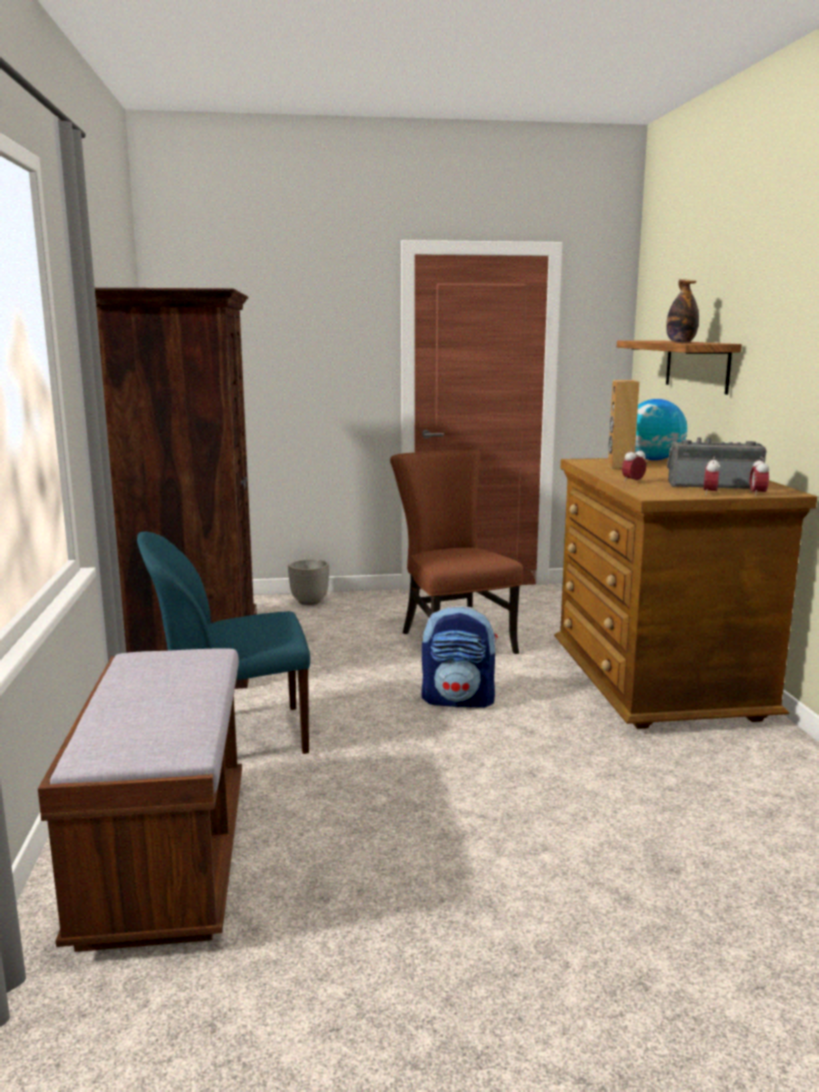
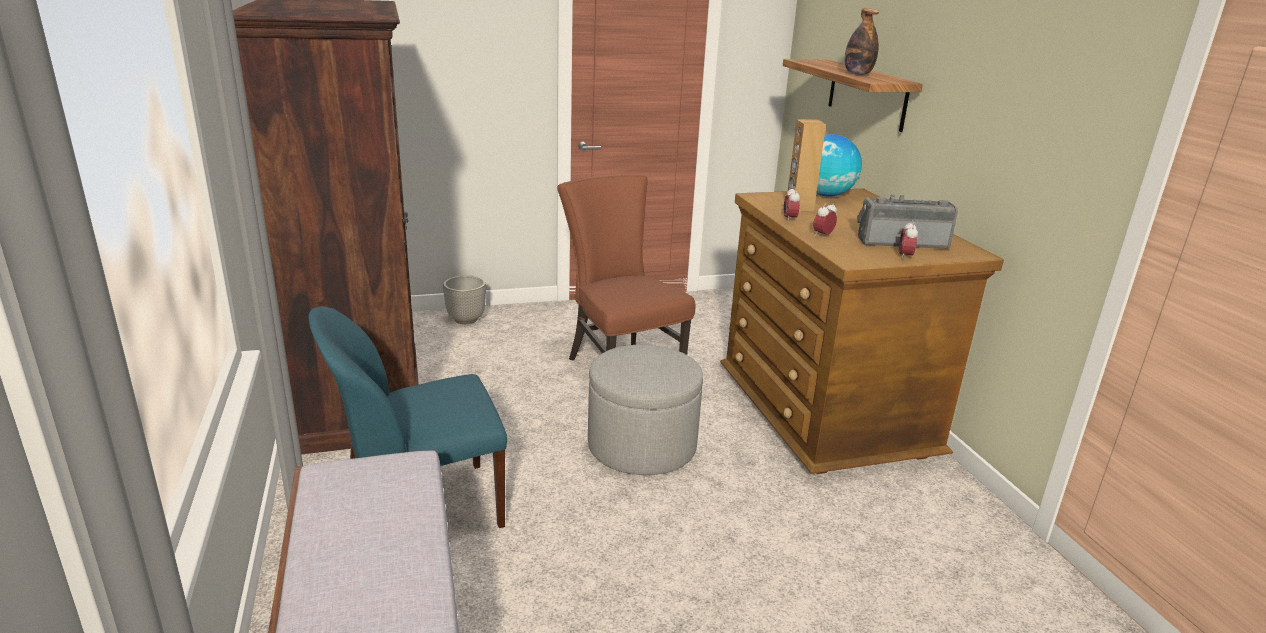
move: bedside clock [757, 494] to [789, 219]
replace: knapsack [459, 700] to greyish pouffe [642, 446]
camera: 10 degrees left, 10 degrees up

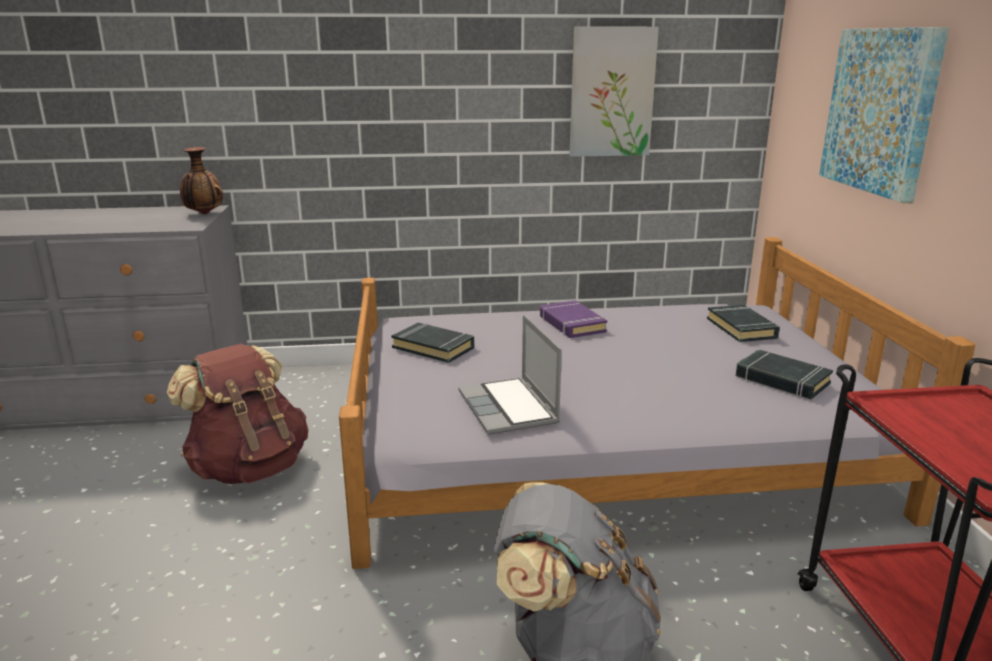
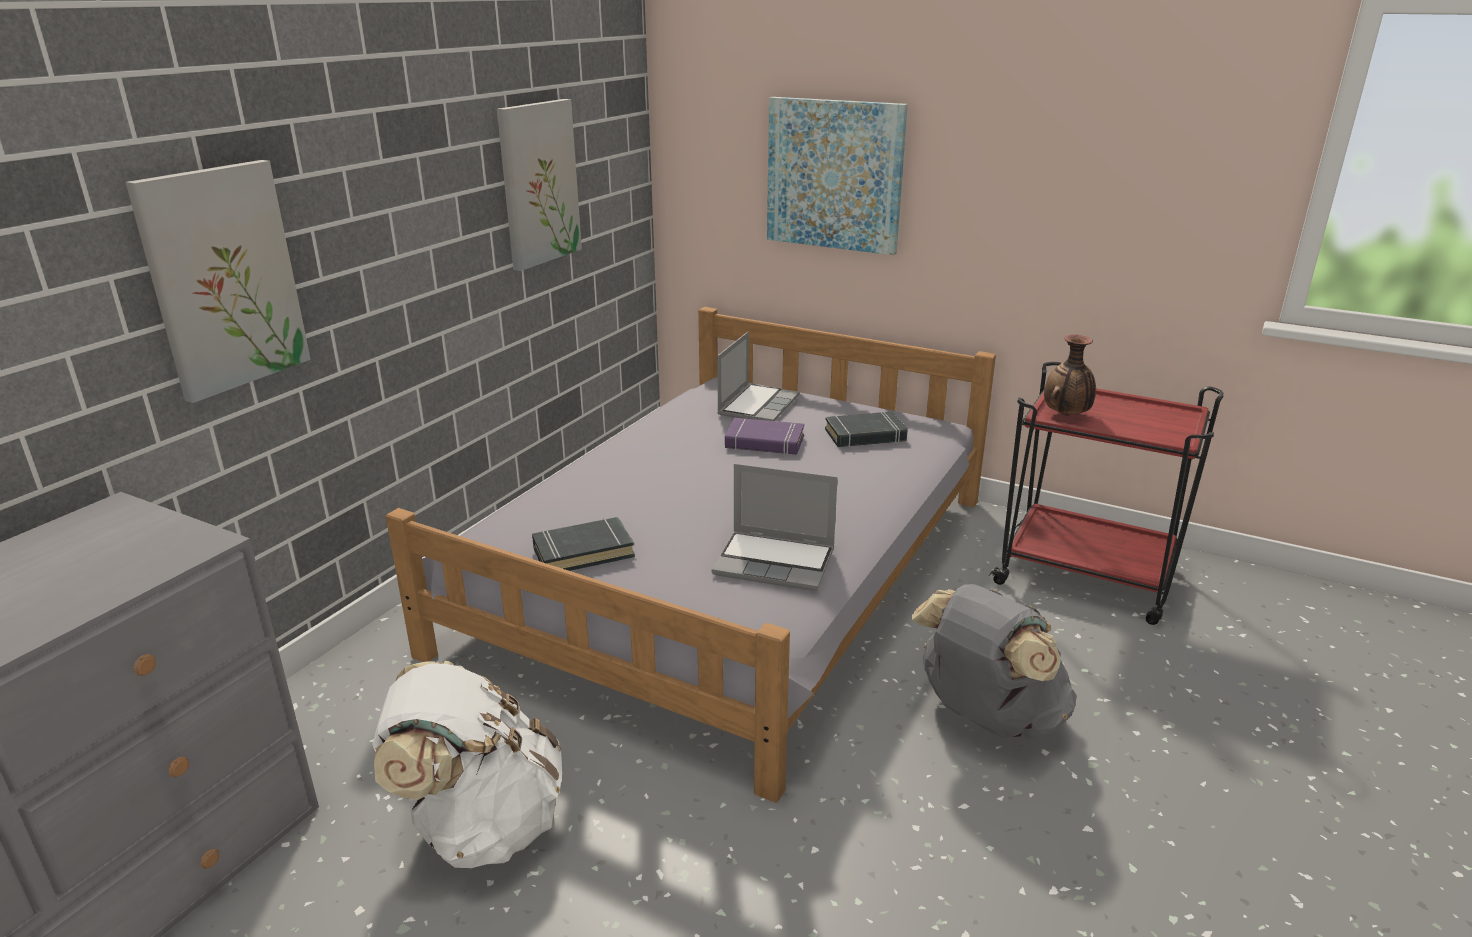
insert: wall art [223, 279]
move: decorative vase [204, 214] to [1066, 415]; purple volume [571, 324] to [764, 442]
replace: black-coloured volume [741, 328] to laptop [757, 405]
recolor: brown-coloured knapsack [249, 467] to white knapsack [481, 824]
camera: 55 degrees left, 5 degrees up

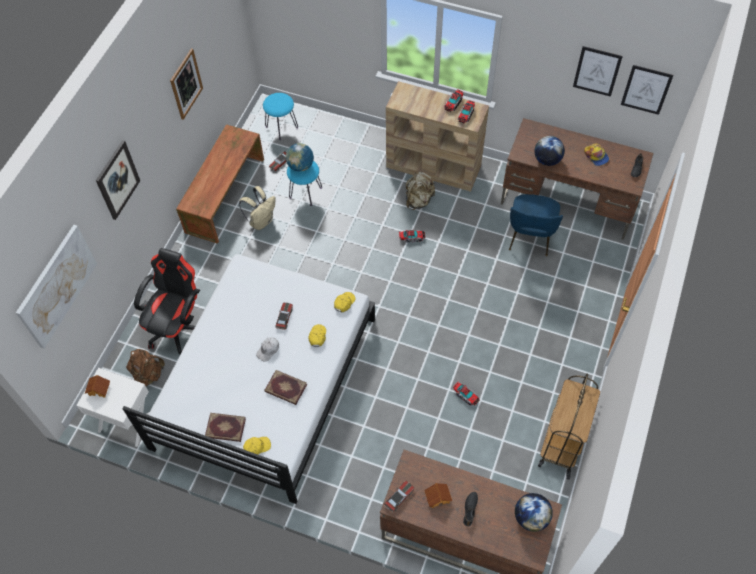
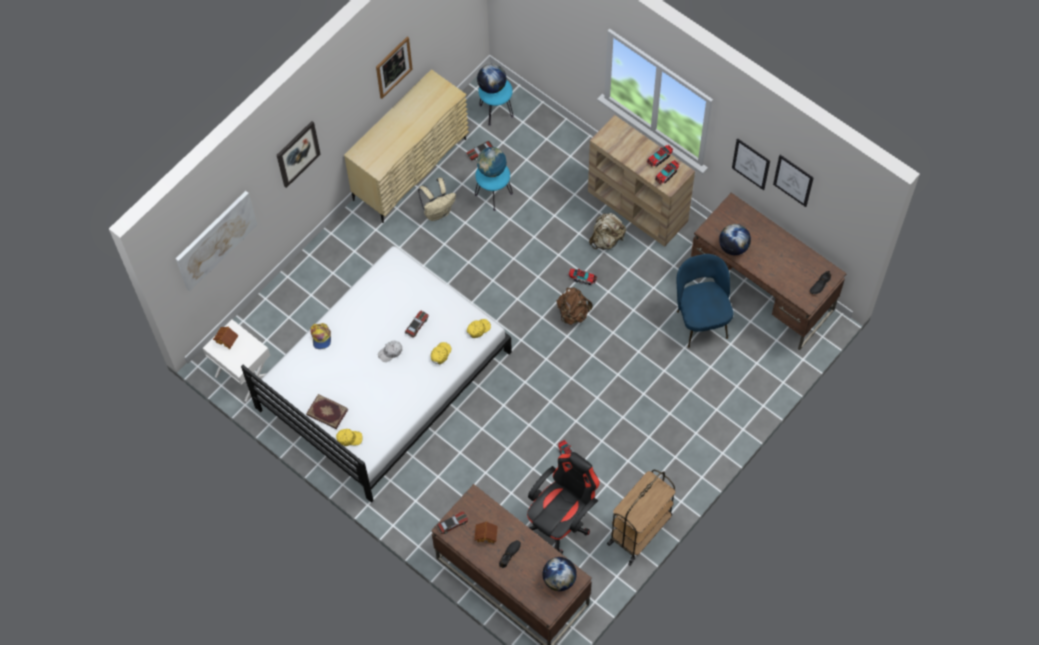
delete: volume [285, 389]
insert: desk globe [492, 86]
move: brown-coloured knapsack [148, 374] to [573, 313]; black-coloured office chair [178, 327] to [561, 520]; cap [596, 156] to [321, 337]; wall art [646, 89] to [751, 164]
replace: brown-coloured long seat [224, 194] to beige chest of drawers [411, 170]
rotate: bluish plain chair [529, 241] = [701, 320] 135 degrees clockwise
camera: 20 degrees right, 5 degrees up

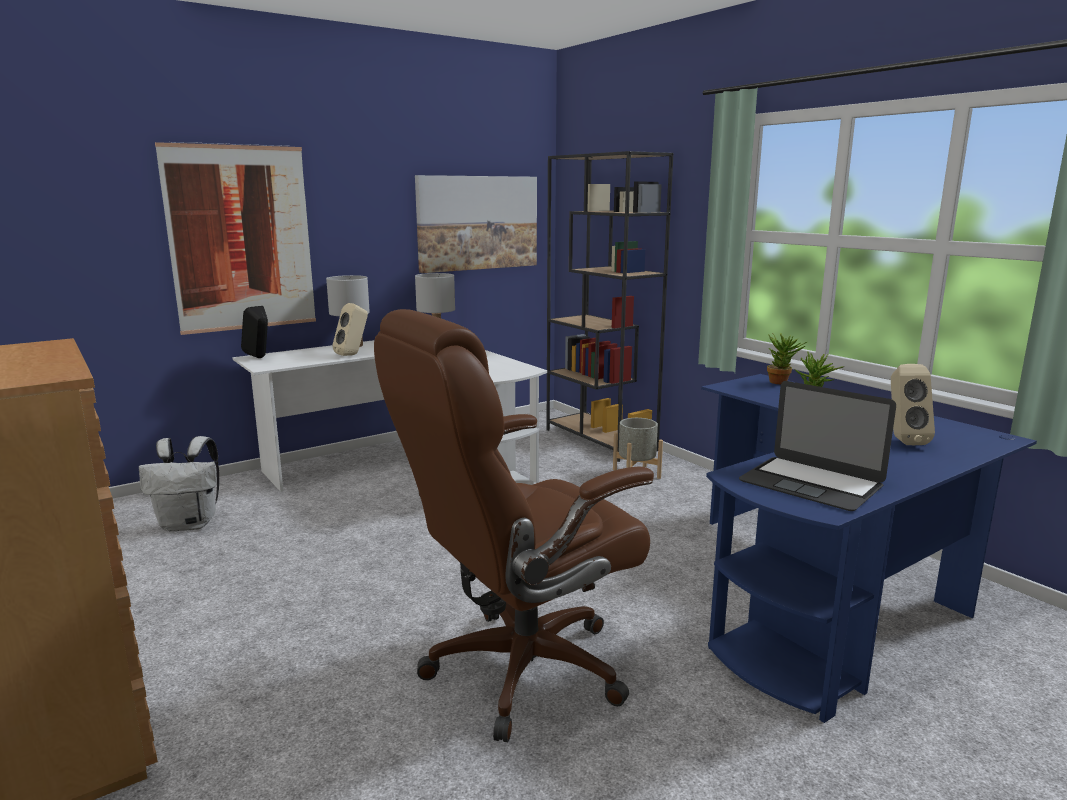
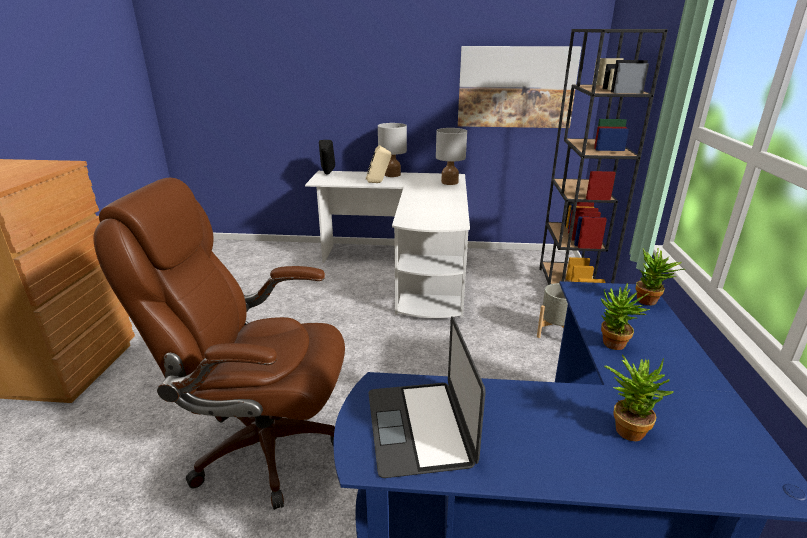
delete: white knapsack [190, 524]; wall art [241, 238]
replace: beige loudspeaker [902, 441] to potted plant [626, 427]
camera: 40 degrees right, 10 degrees up

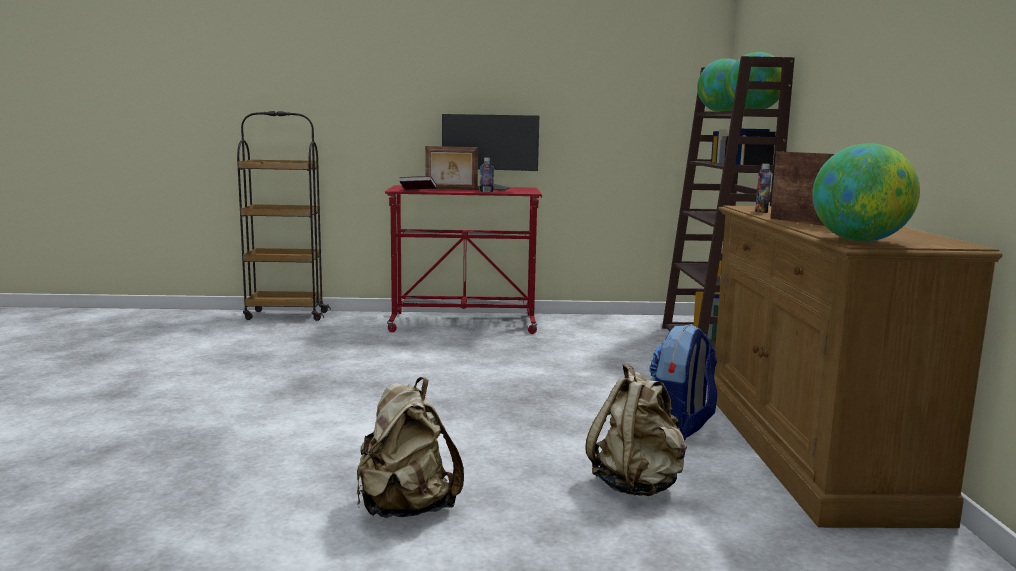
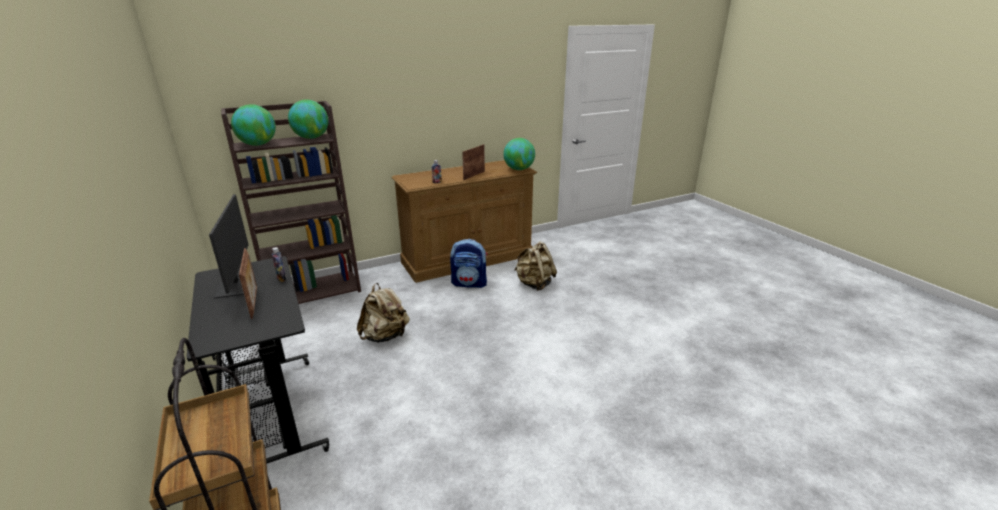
delete: volume [418, 190]
move: beige knapsack [405, 509] to [385, 336]
recolor: red-coloured desk unit [464, 323] to black-coloured desk unit [275, 414]
camera: 115 degrees left, 15 degrees up

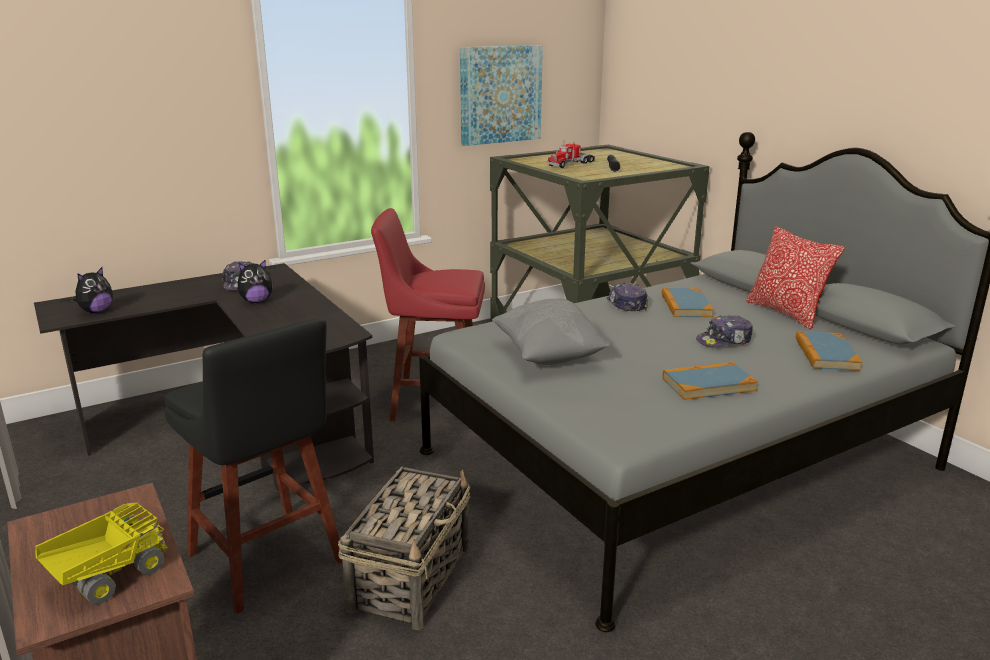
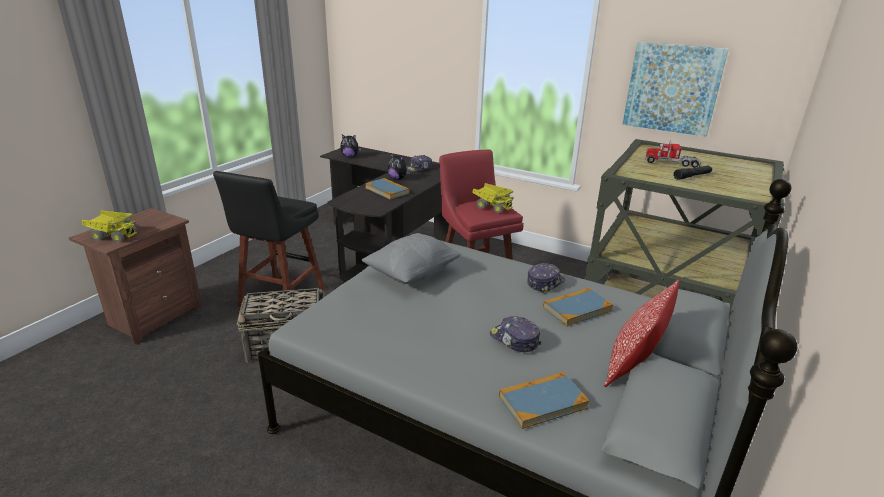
insert: model truck [492, 206]
move: volume [708, 384] to [387, 190]
camera: 60 degrees right, 5 degrees up

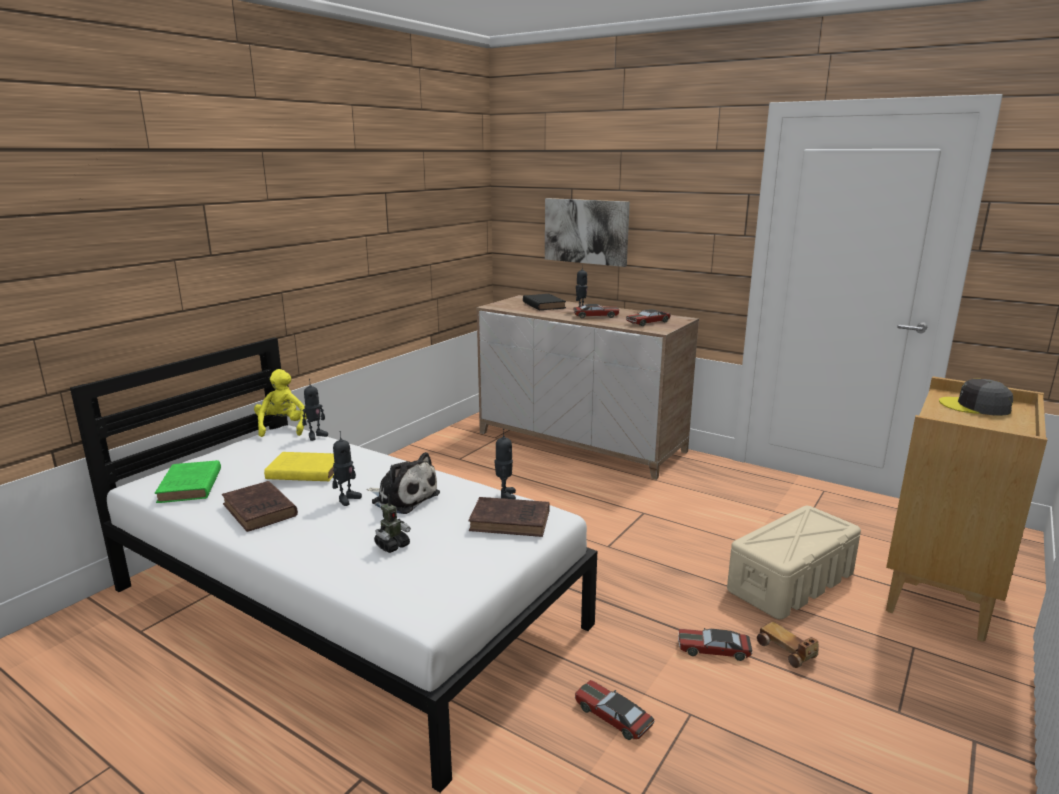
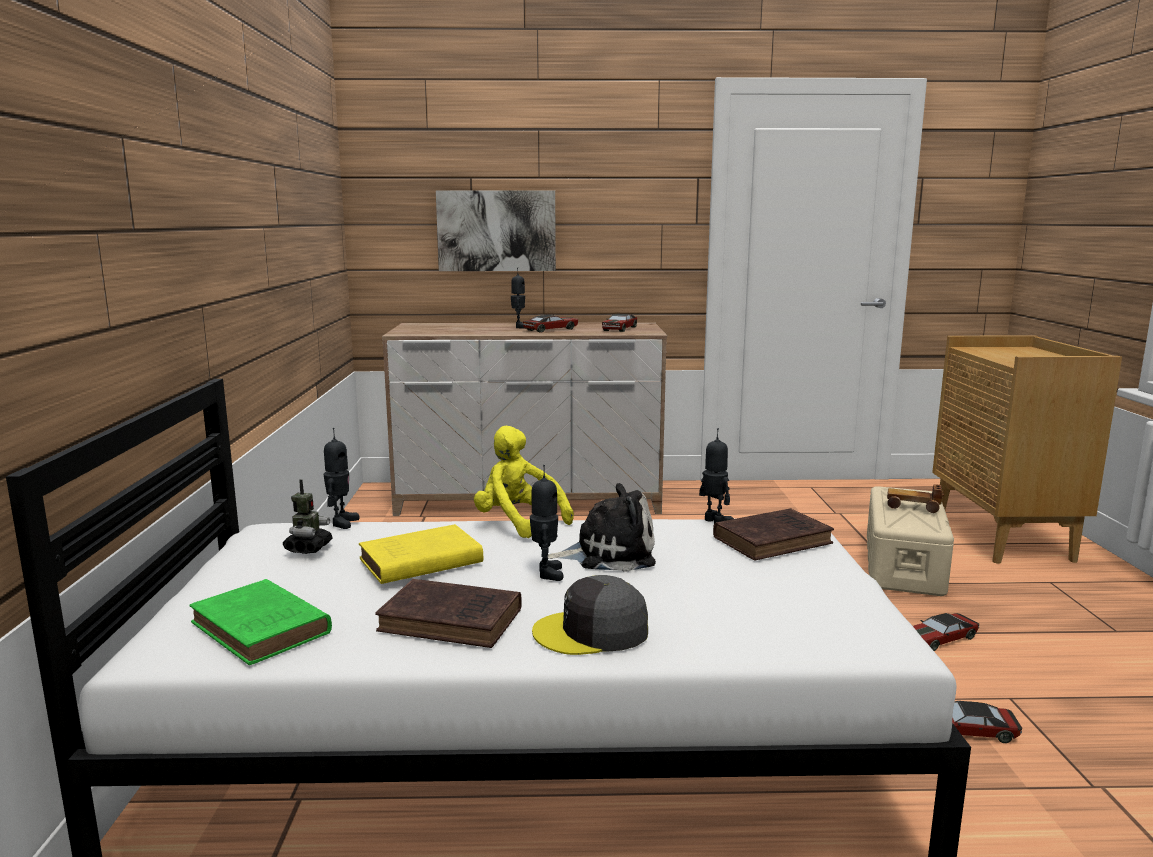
delete: black-coloured volume [543, 305]
move: yellowish cuddly toy [282, 427] to [518, 522]; robot figure [392, 545] to [308, 548]; model car [787, 651] to [913, 507]; greyish cap [975, 406] to [592, 632]
camera: 35 degrees left, 5 degrees down

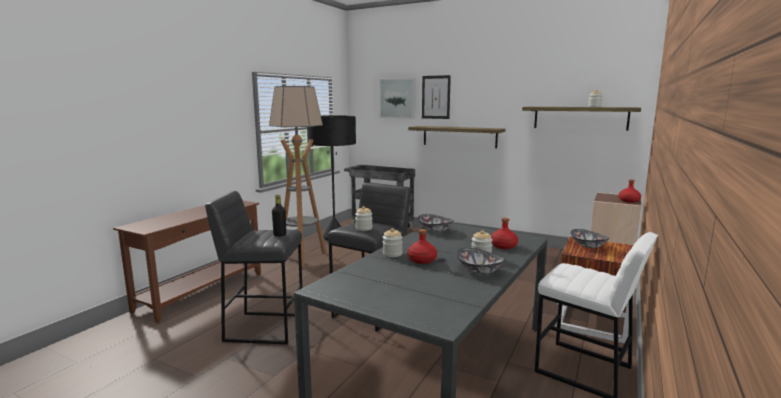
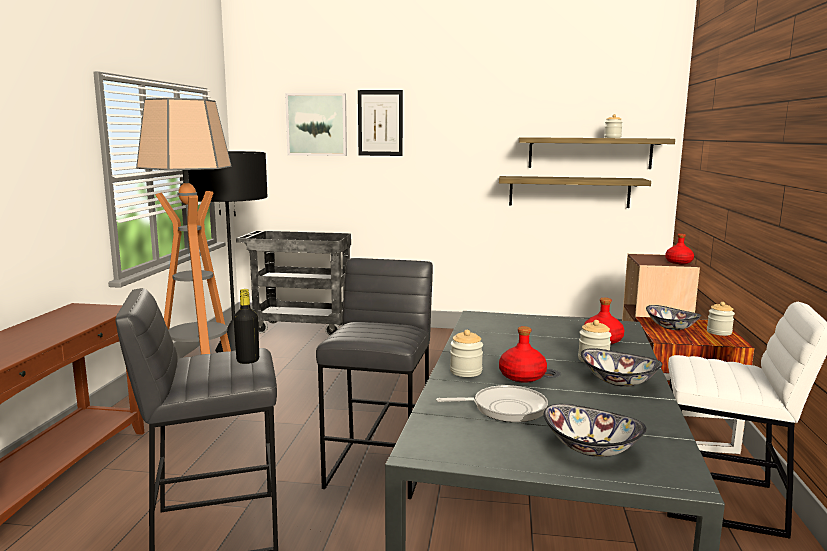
insert: skillet [505, 408]
move: jar [364, 228] to [719, 332]; bracket shelf [459, 136] to [569, 191]; serving bowl [435, 230] to [591, 448]
camera: 20 degrees left, 0 degrees up

